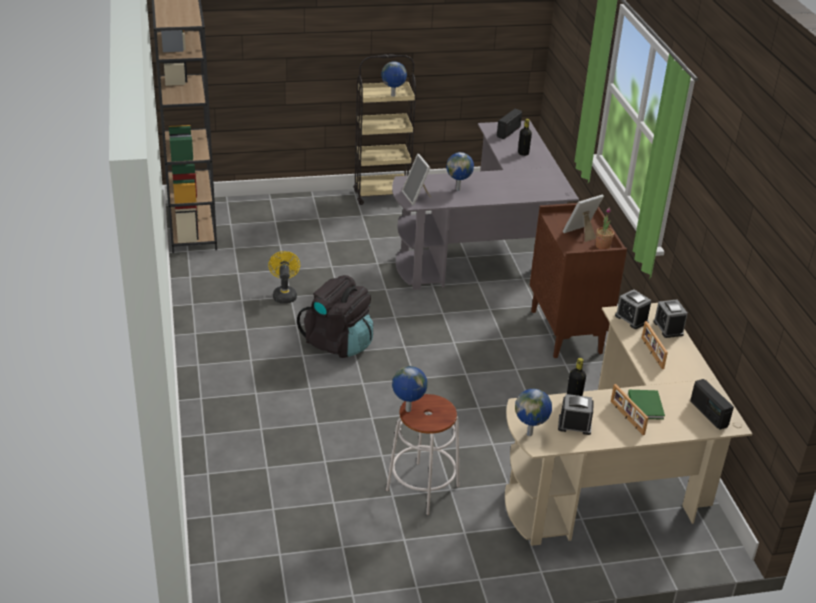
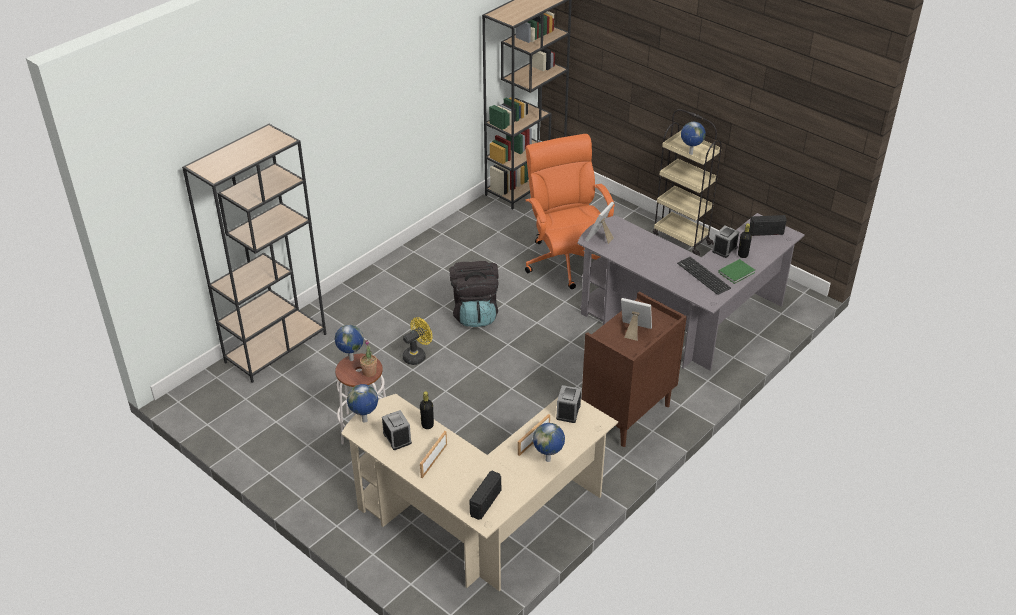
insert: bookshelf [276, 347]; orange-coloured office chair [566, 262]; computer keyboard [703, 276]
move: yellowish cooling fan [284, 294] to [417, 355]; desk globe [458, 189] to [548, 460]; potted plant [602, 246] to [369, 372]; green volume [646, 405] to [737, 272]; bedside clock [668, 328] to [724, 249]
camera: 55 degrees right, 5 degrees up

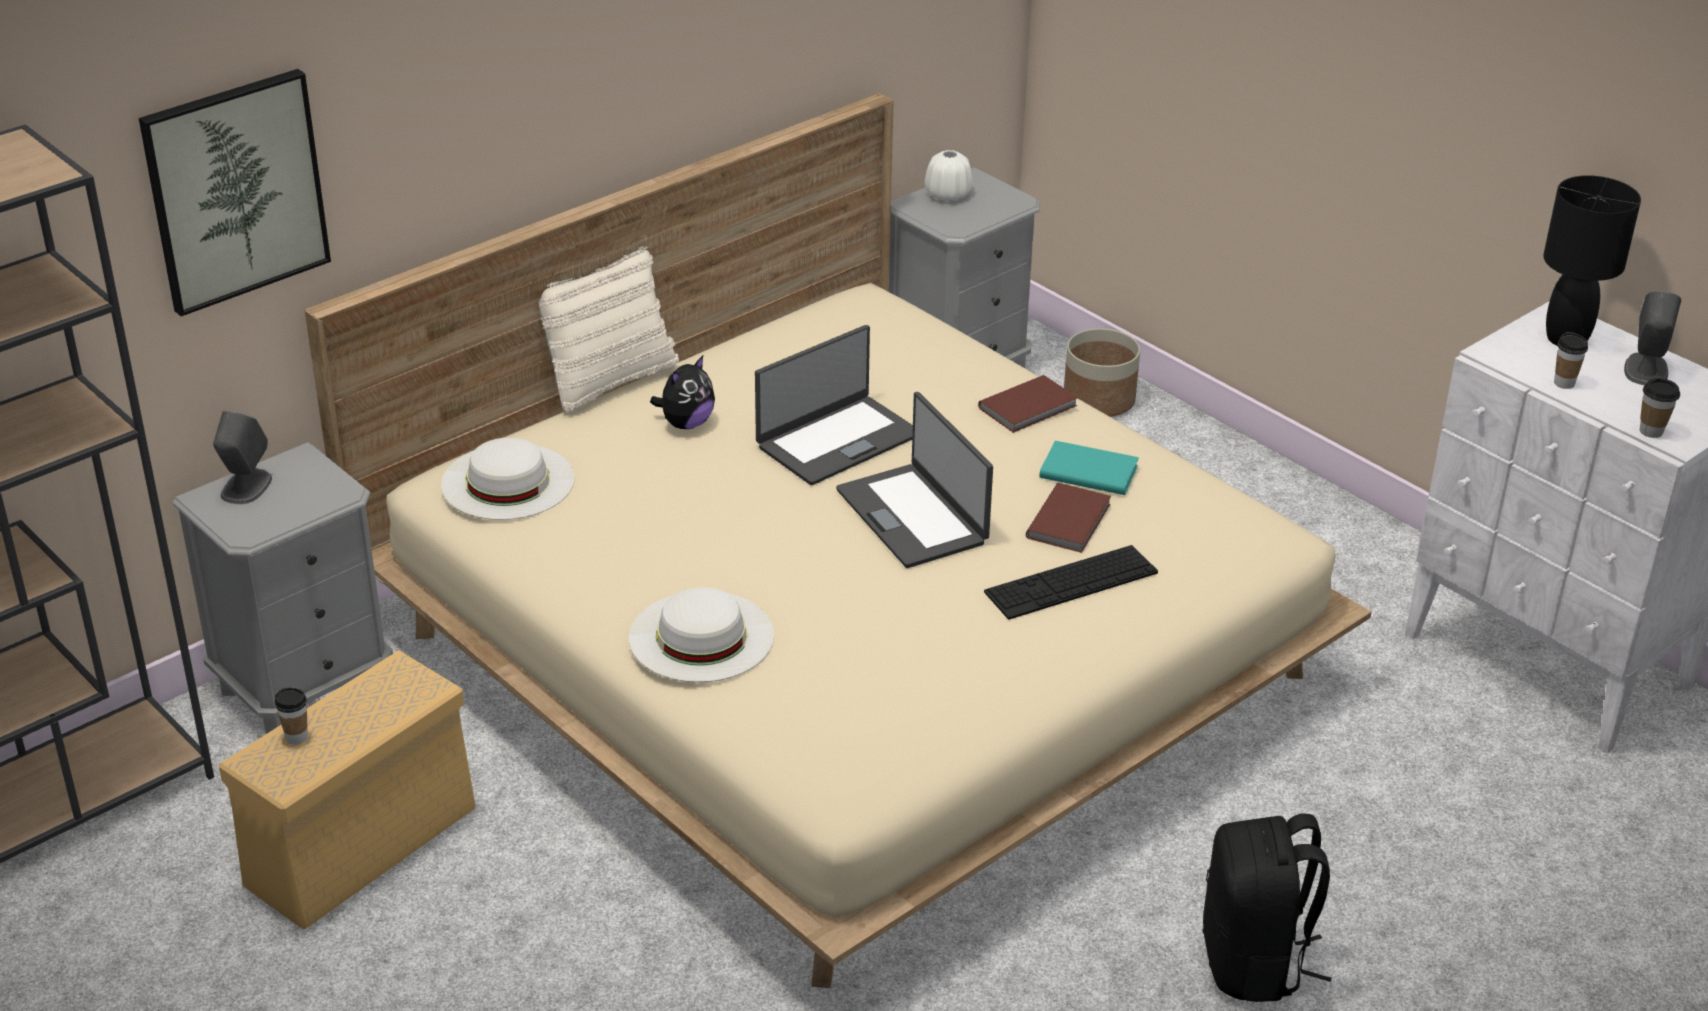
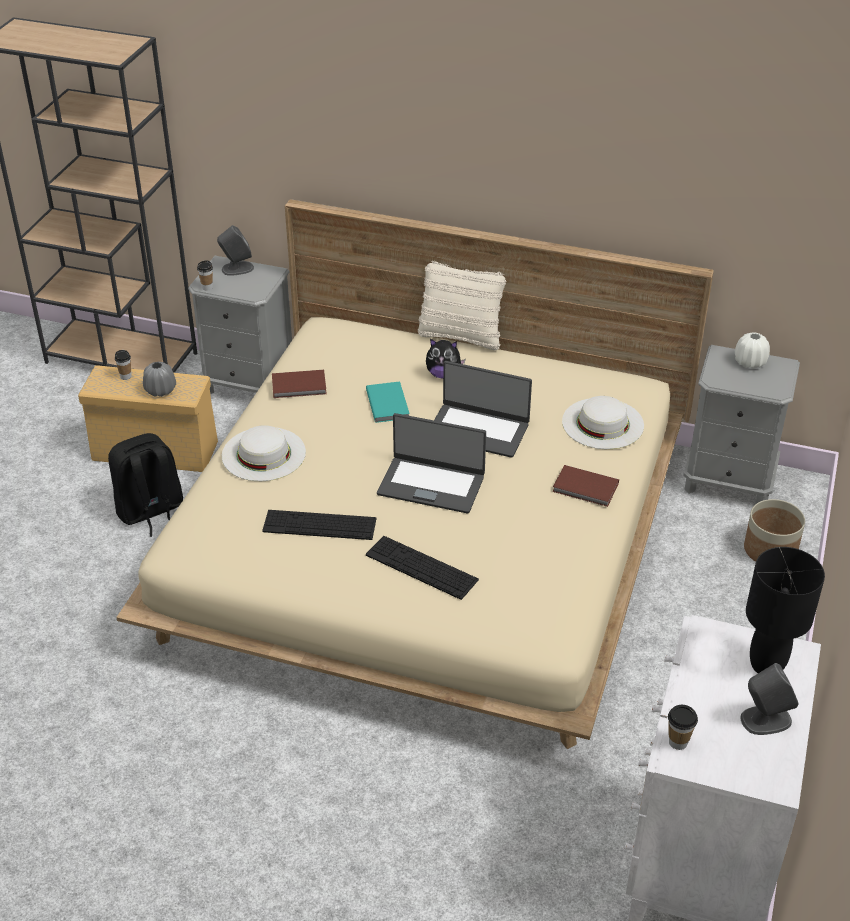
delete: wall art [235, 190]
insert: greyish decorative vase [160, 390]; computer keyboard [319, 525]
move: white wearable hat [507, 481] to [602, 423]; brown-coloured volume [1071, 521] to [300, 386]; turquoise-coloured volume [1088, 470] to [388, 403]; black-coloured knapsack [1254, 963] to [150, 512]; cup [1564, 383] to [207, 287]
rotate: laptop [913, 516] = [431, 484] 105 degrees counterclockwise
camera: 60 degrees right, 5 degrees up

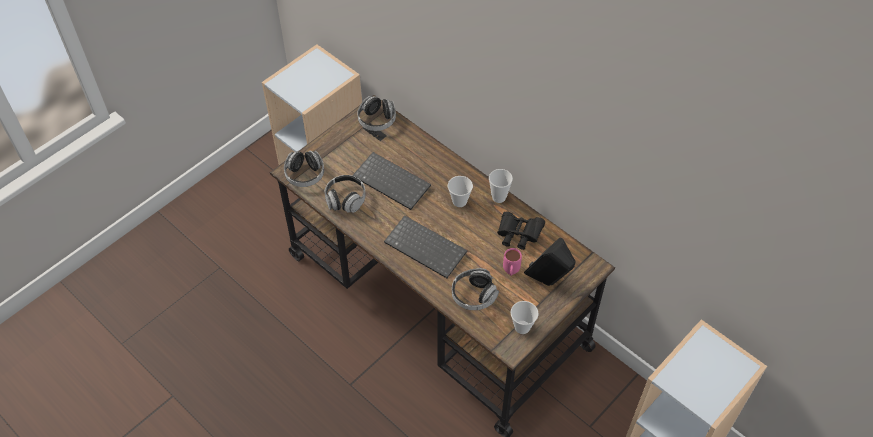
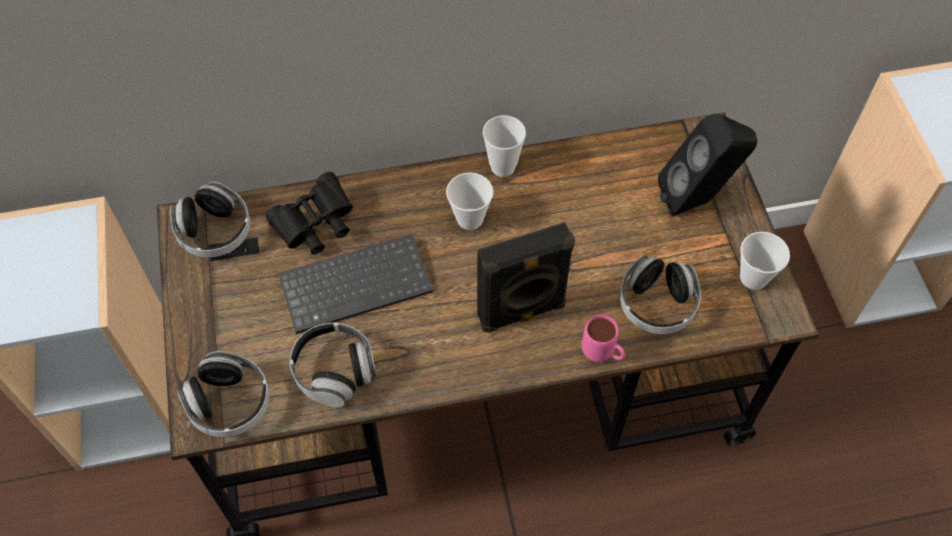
move: black-coloured pair of binoculars [518, 235] to [315, 226]; pinkish mug [510, 272] to [602, 356]
replace: computer keyboard [427, 247] to black-coloured loudspeaker [522, 313]
camera: 55 degrees left, 5 degrees up

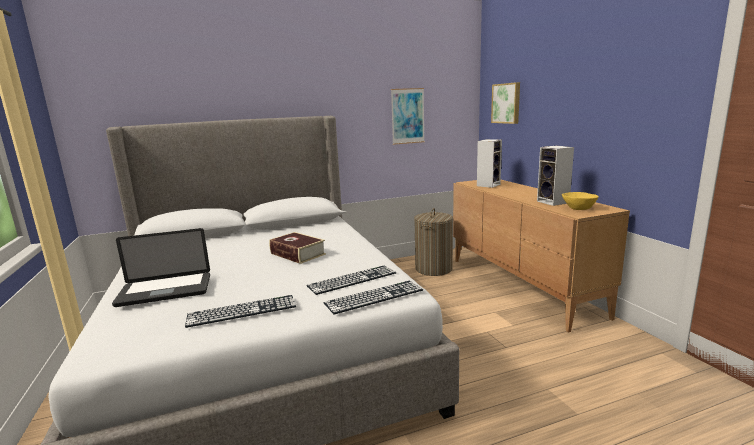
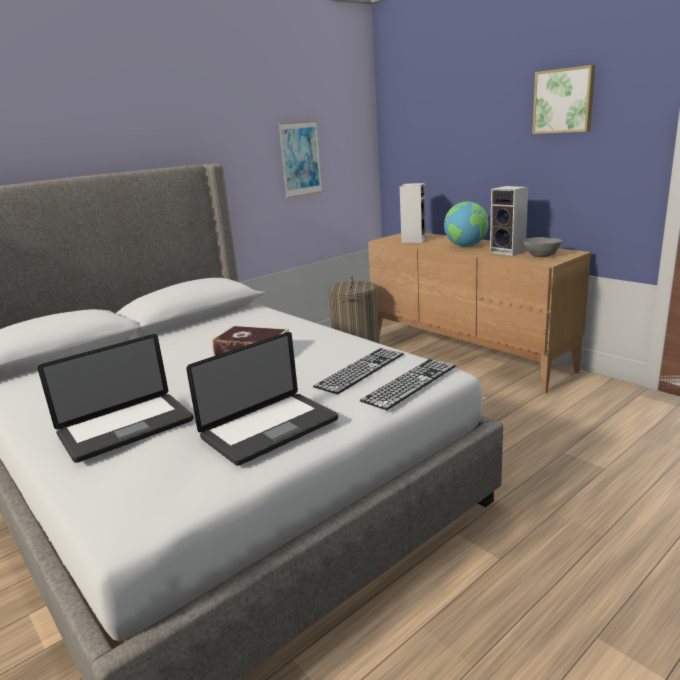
insert: desk globe [466, 246]
move: wall art [506, 103] to [564, 101]
replace: computer keyboard [242, 311] to laptop [270, 429]
recolor: yellowish serving bowl [579, 208] to greyish serving bowl [541, 255]
camera: 20 degrees left, 5 degrees up

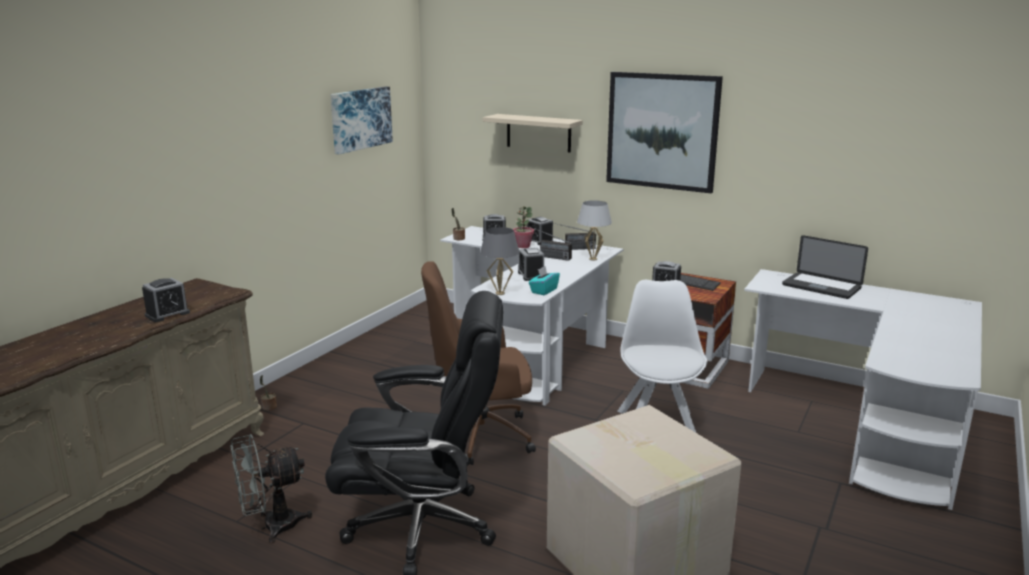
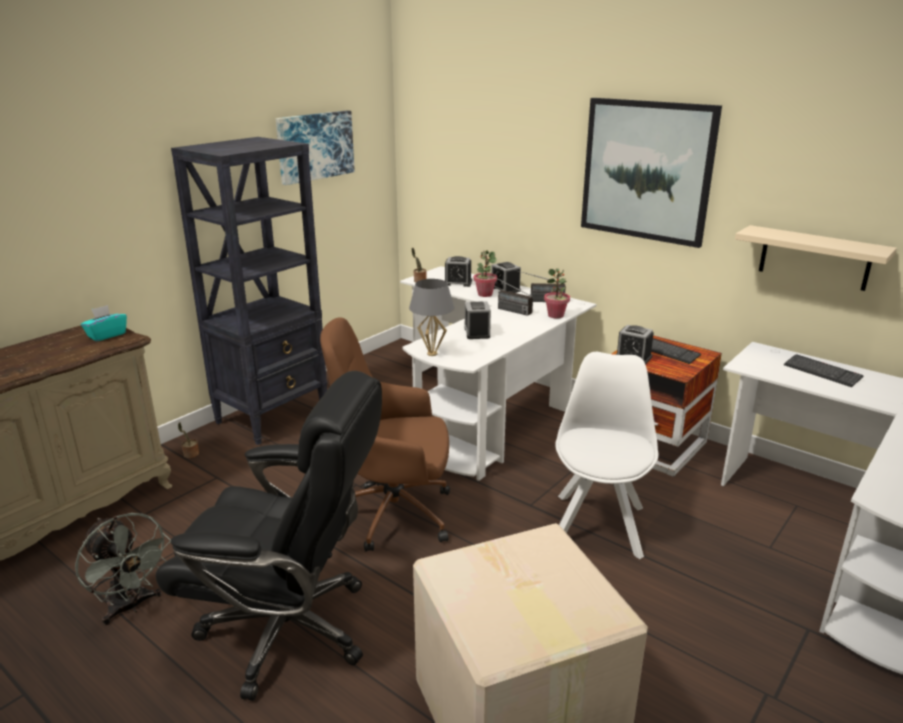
delete: bedside clock [167, 314]
insert: black-coloured bookshelf [273, 416]
move: beige bracket shelf [538, 133] to [814, 258]; turquoise-coloured tissue holder [543, 291] to [106, 335]
replace: white lamp for a table [593, 259] to potted plant [556, 315]; laptop [821, 287] to computer keyboard [822, 372]
rotate: greyish cooling fan [271, 526] = [131, 607] 120 degrees counterclockwise
camera: 10 degrees right, 5 degrees up

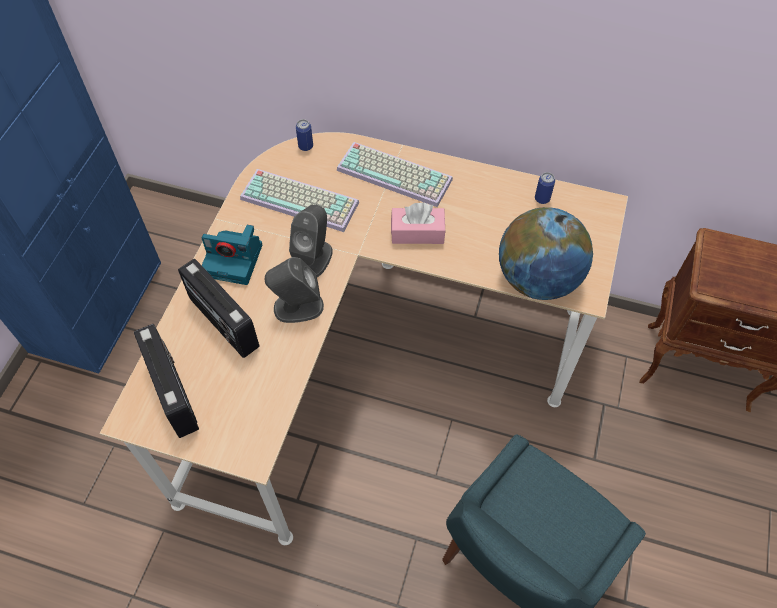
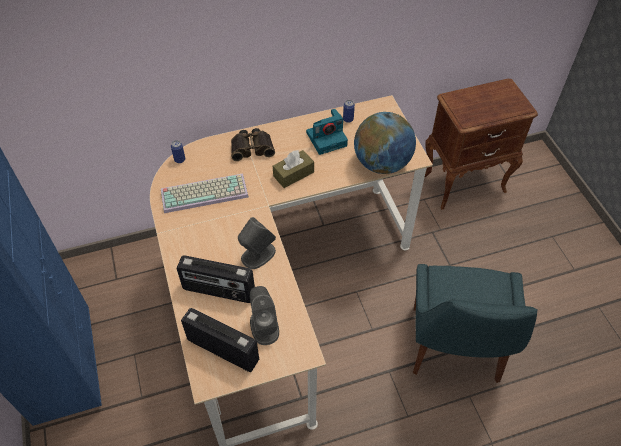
move: still camera [235, 260] to [327, 138]; greyish loudspeaker [313, 258] to [264, 326]
replace: computer keyboard [396, 174] to pair of binoculars [252, 147]
recolor: pinkish tissue holder [417, 233] to brown-coloured tissue holder [293, 174]
camera: 35 degrees left, 5 degrees down

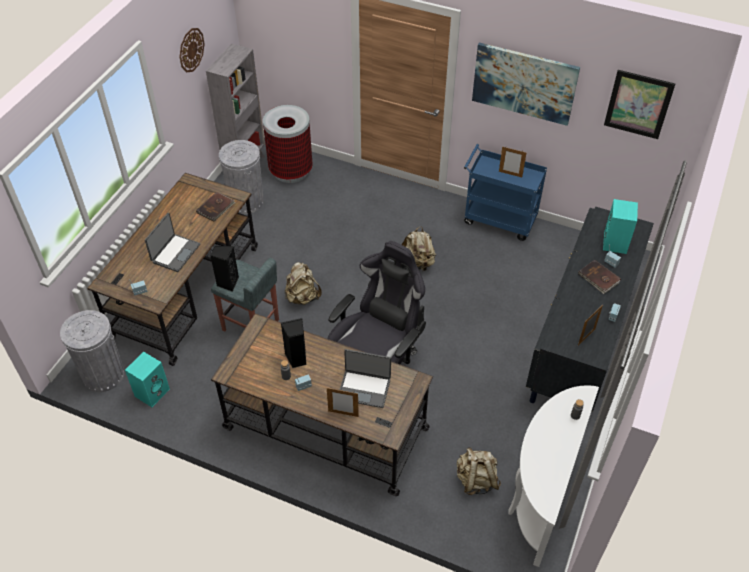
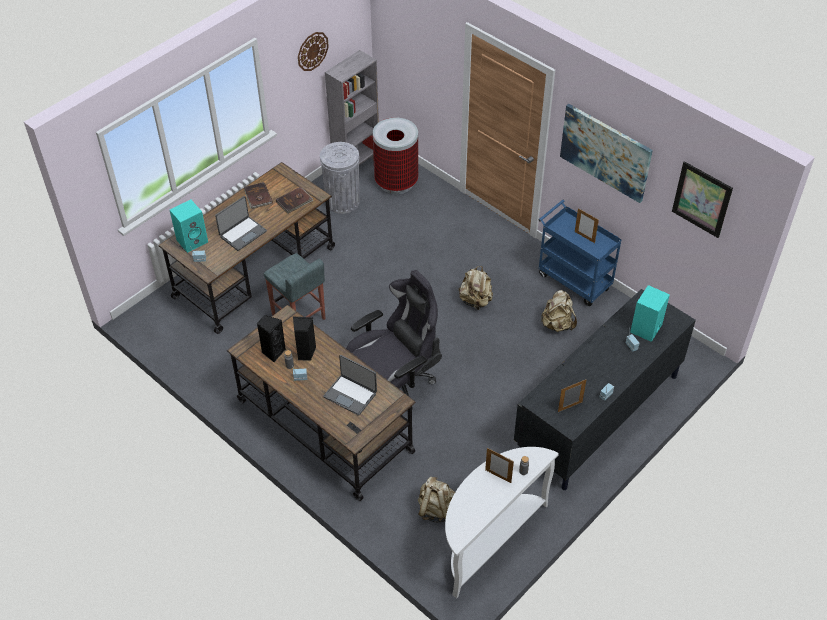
delete: greyish waste bin [103, 375]
move: turquoise-coloured loudspeaker [152, 392] to [192, 240]; black-coloured loudspeaker [227, 283] to [273, 352]; beige knapsack [302, 297] to [557, 324]; standing frame [343, 413] to [498, 476]; brown-coloured volume [598, 278] to [257, 197]
camera: 20 degrees right, 0 degrees up

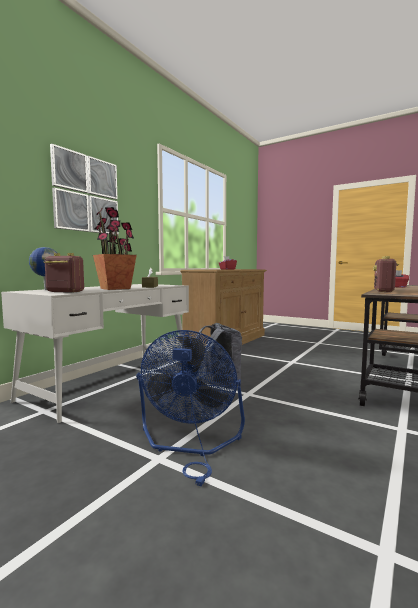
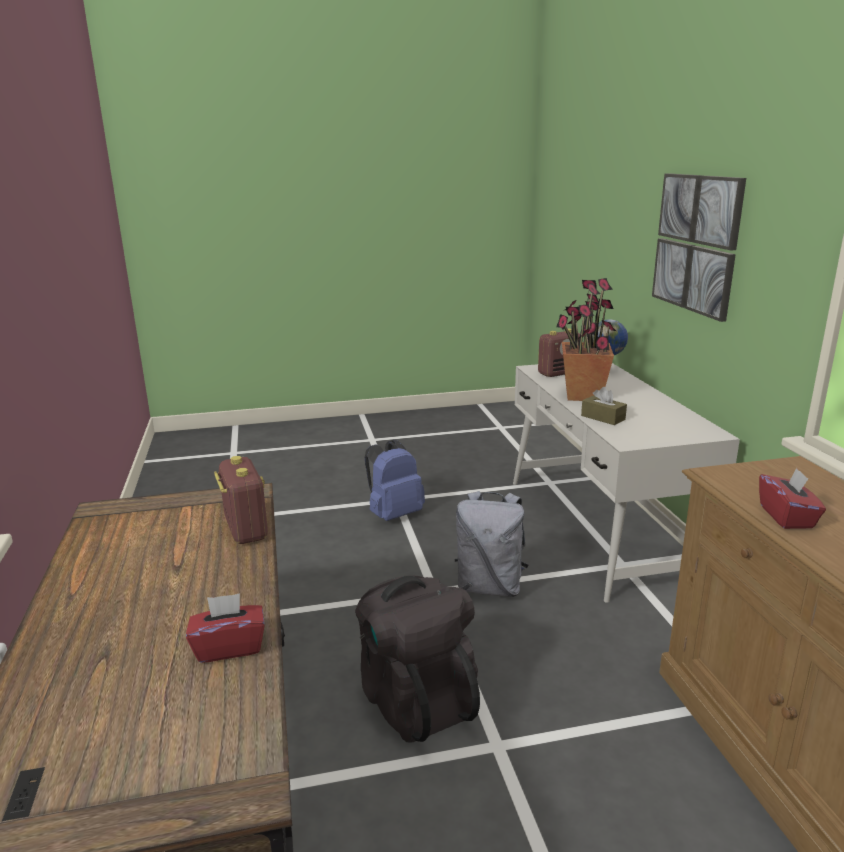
insert: black-coloured knapsack [415, 699]
replace: bluish cooling fan [189, 445] to bluish knapsack [393, 514]
camera: 135 degrees right, 15 degrees up

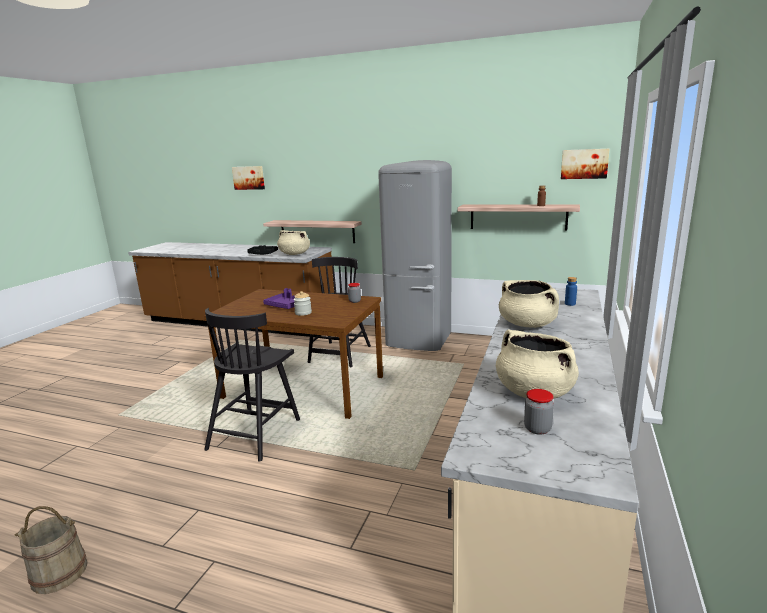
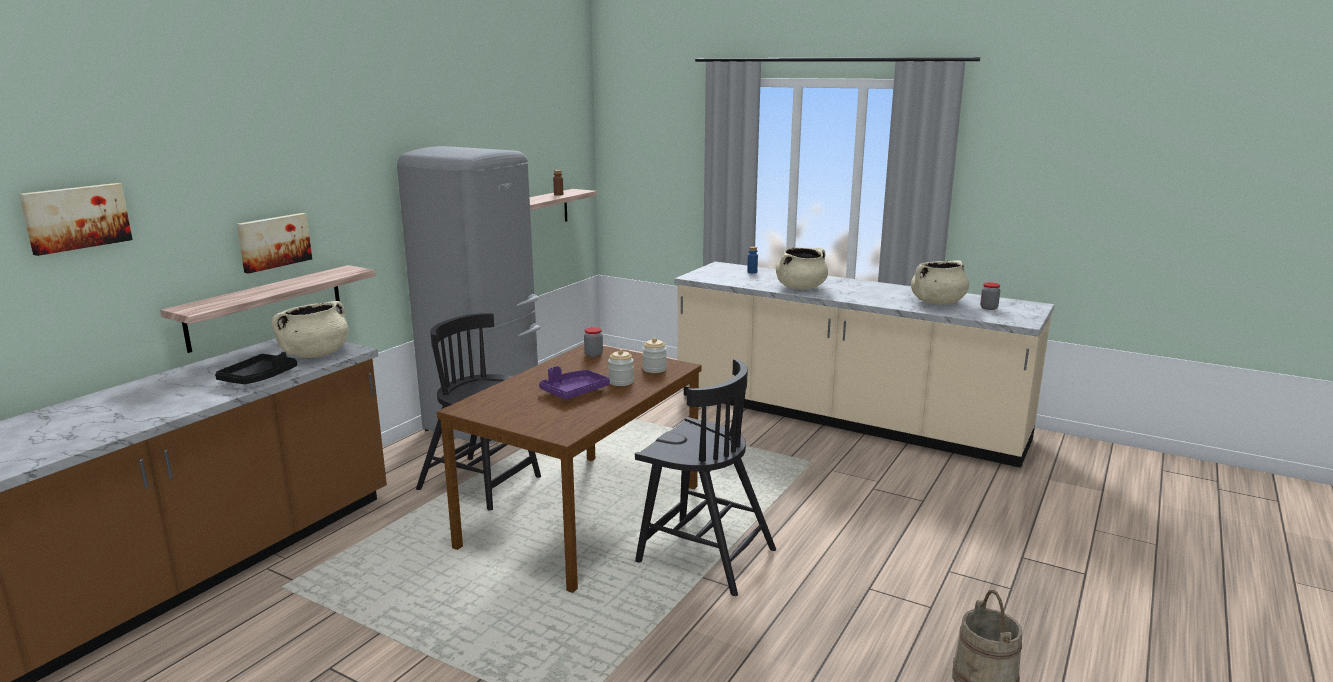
insert: jar [654, 369]
move: wall art [584, 164] to [273, 242]
camera: 80 degrees left, 0 degrees up

